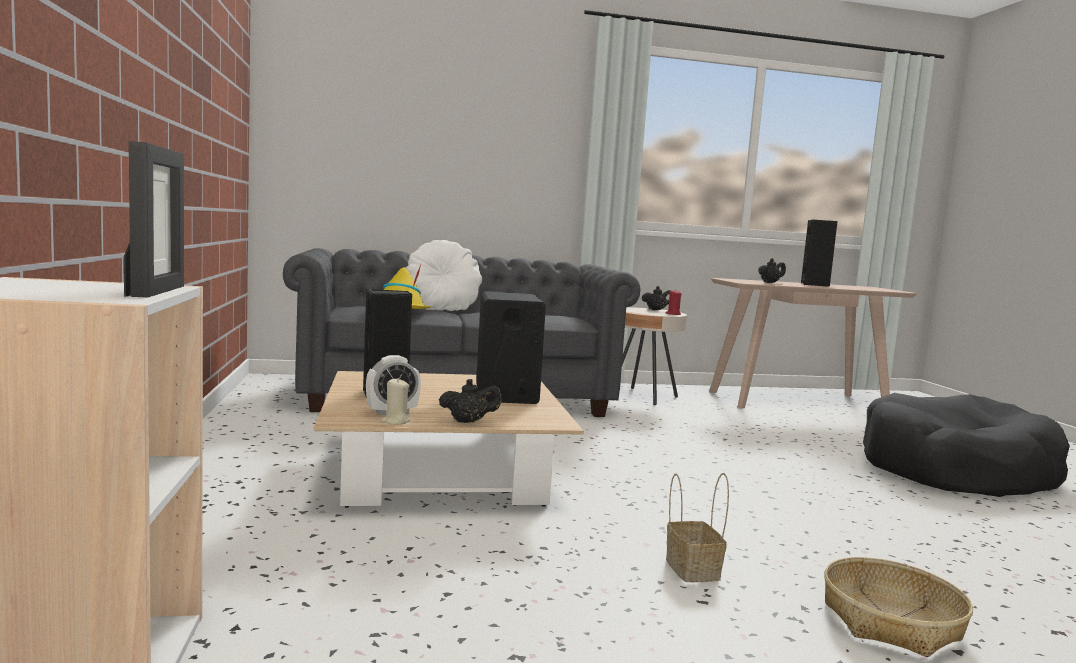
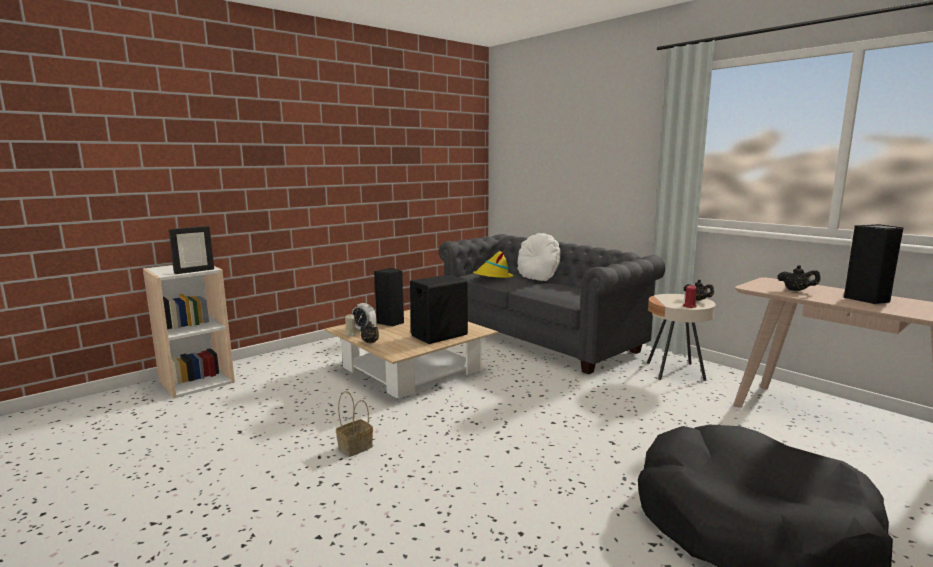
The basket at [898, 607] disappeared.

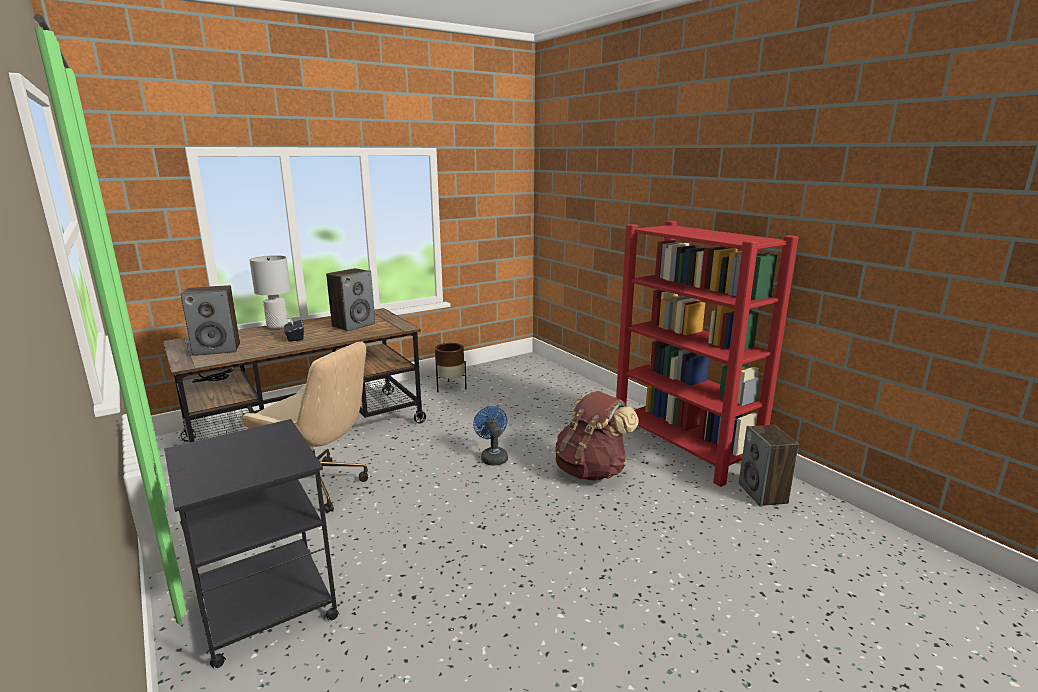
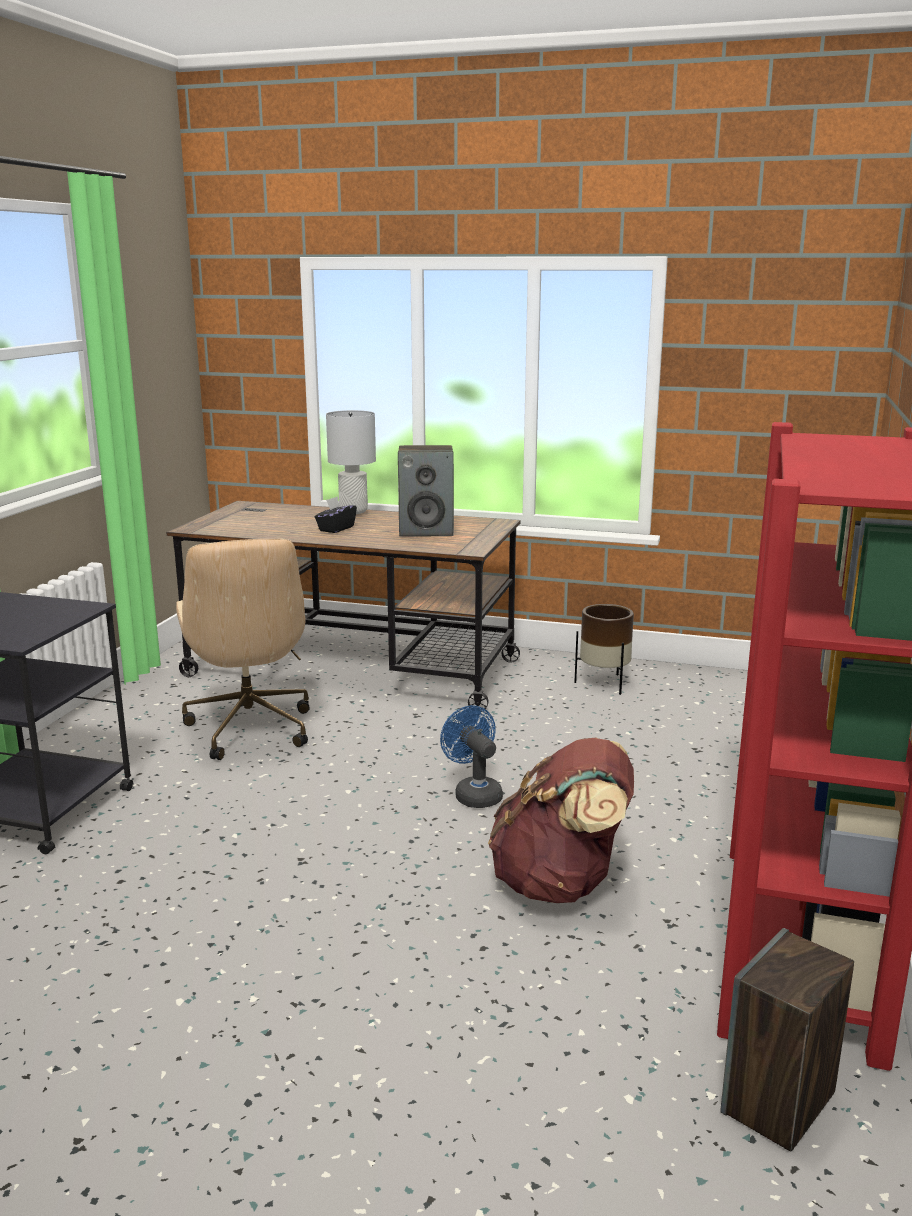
The speaker at [210, 320] disappeared. The fan in blue at [490, 436] turned 60 degrees counterclockwise.

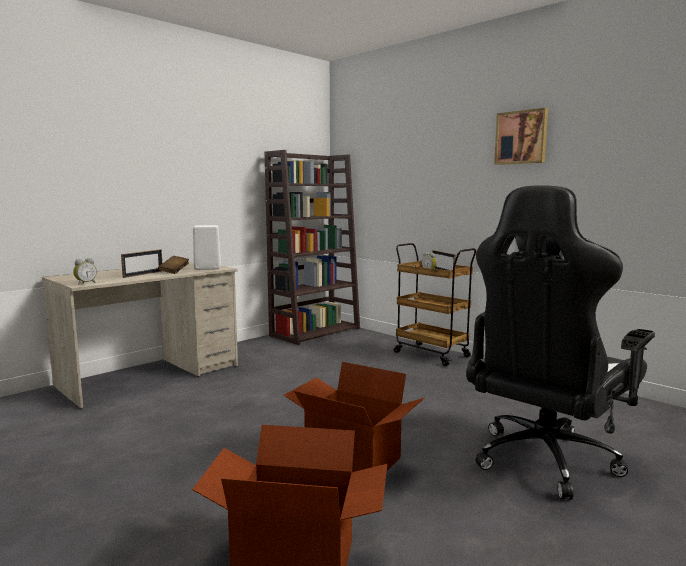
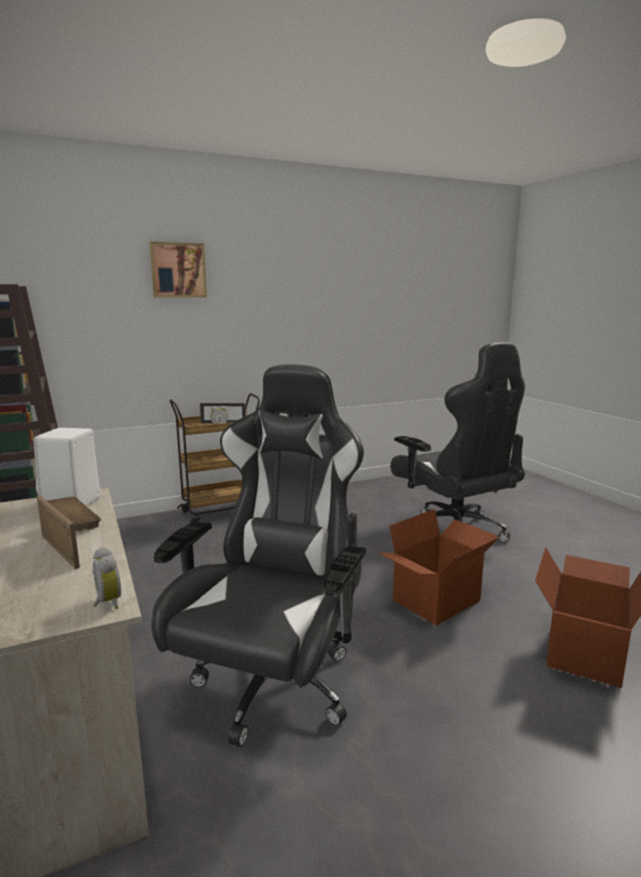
The office chair in black at [258, 555] appeared. The picture moved from [521, 136] to [178, 269].

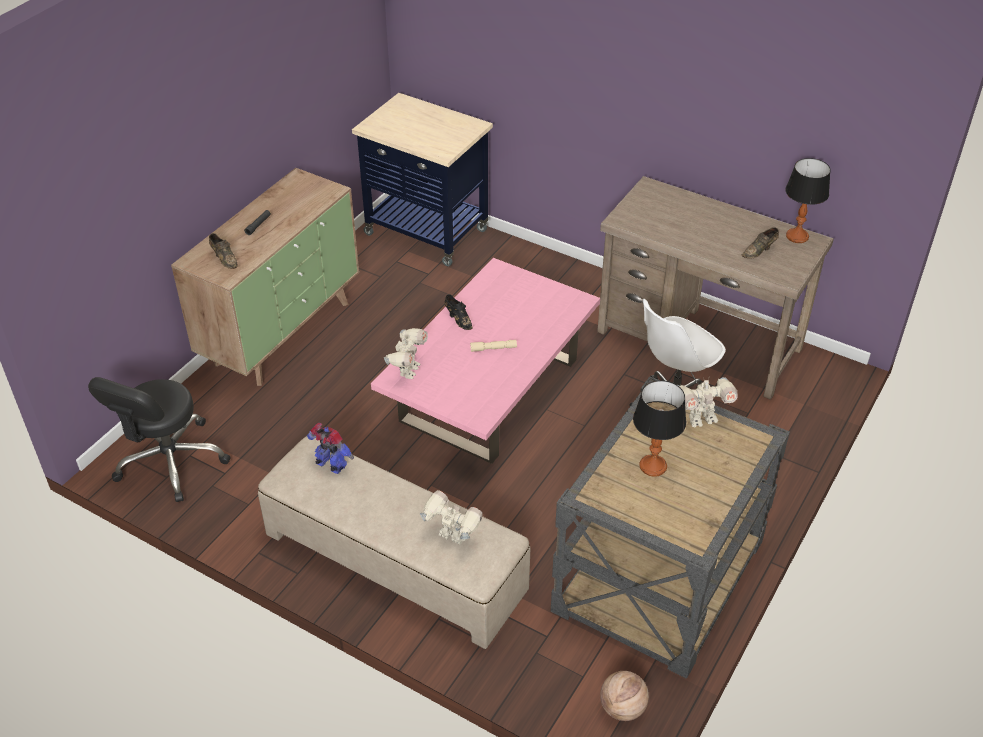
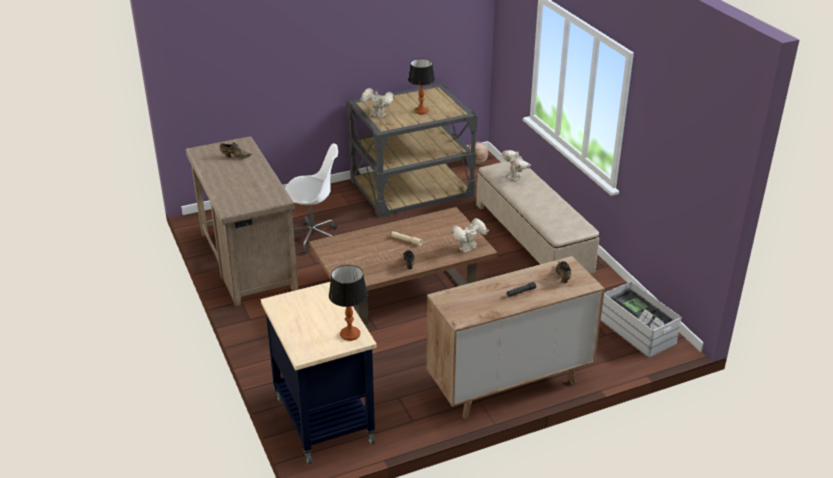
The toy robot at [330, 448] disappeared. The table lamp moved from [808, 200] to [348, 303]. The office chair in black at [159, 439] was replaced by the storage box in grey at [641, 319]. The coffee table in pink at [485, 361] became the coffee table in brown at [403, 266].

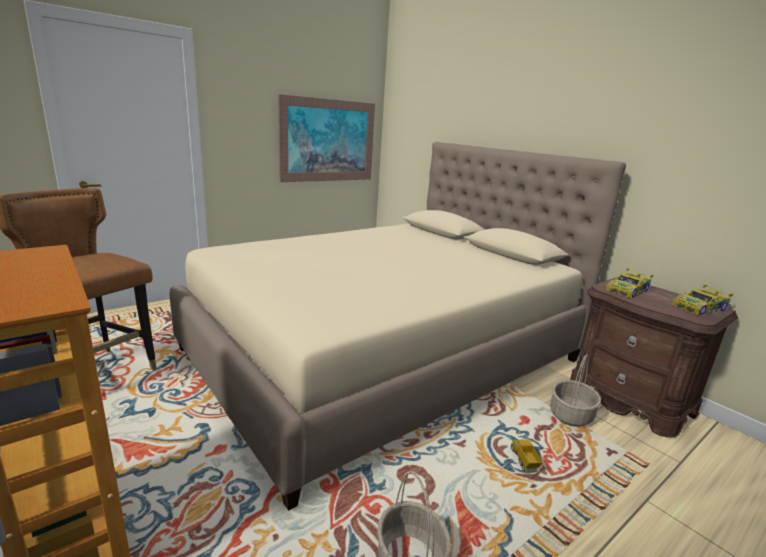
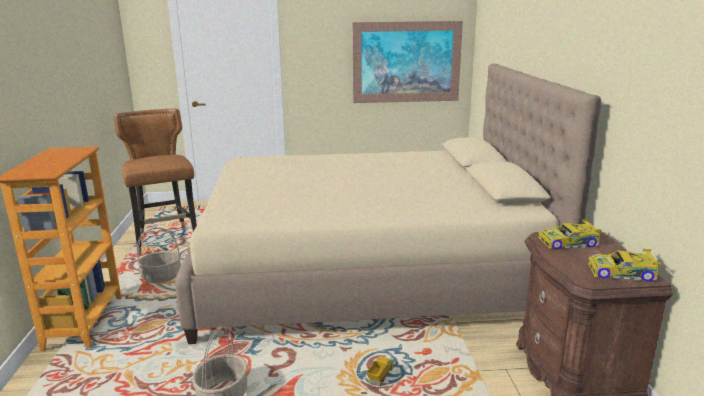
The basket moved from [575, 390] to [159, 255].

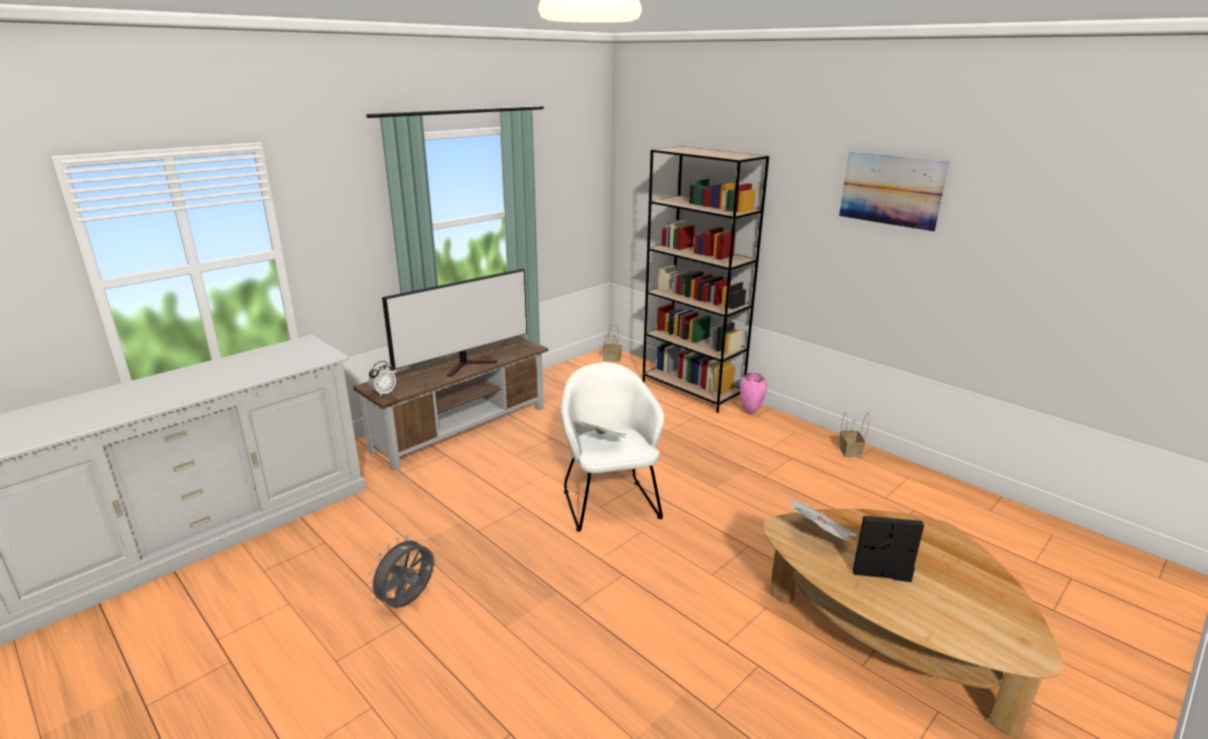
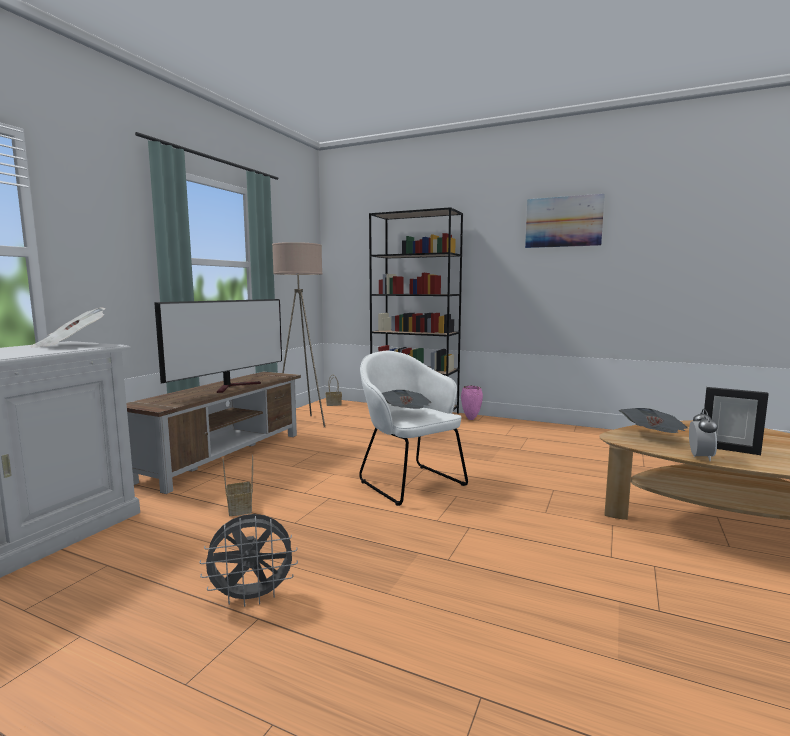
The newspaper at [68, 327] appeared. The floor lamp in beige at [298, 334] appeared. The alarm clock moved from [382, 379] to [703, 435]. The basket moved from [854, 434] to [238, 485]. The fan in grey at [400, 571] turned 120 degrees counterclockwise. The picture frame at [888, 549] turned 135 degrees counterclockwise.

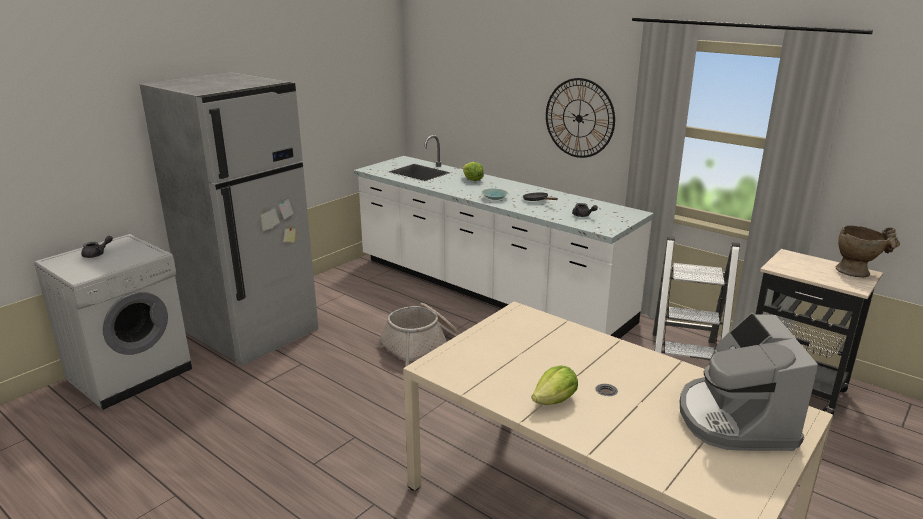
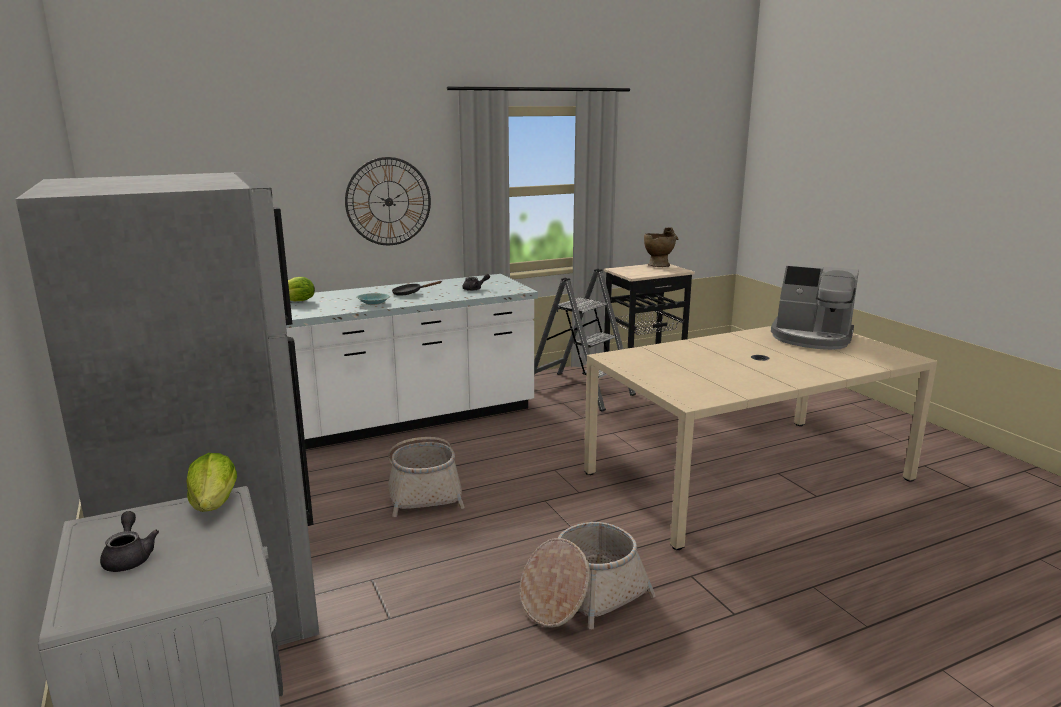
The basket at [588, 575] appeared. The lettuce moved from [555, 385] to [211, 482].

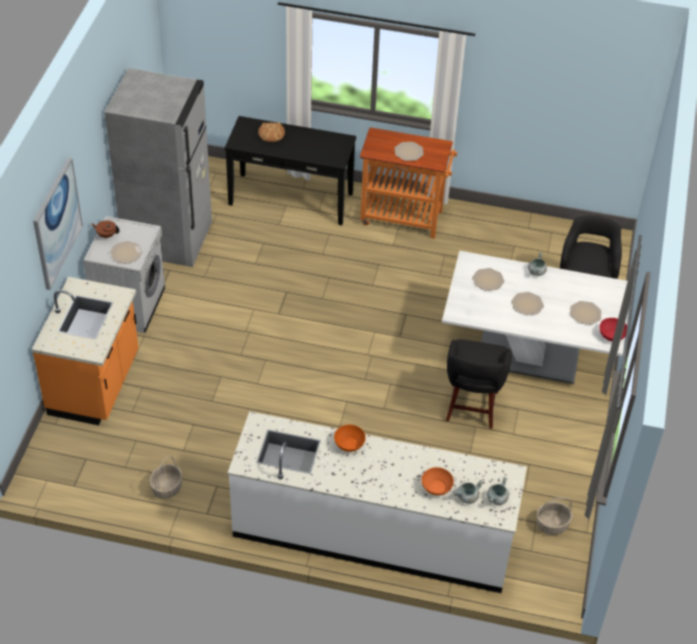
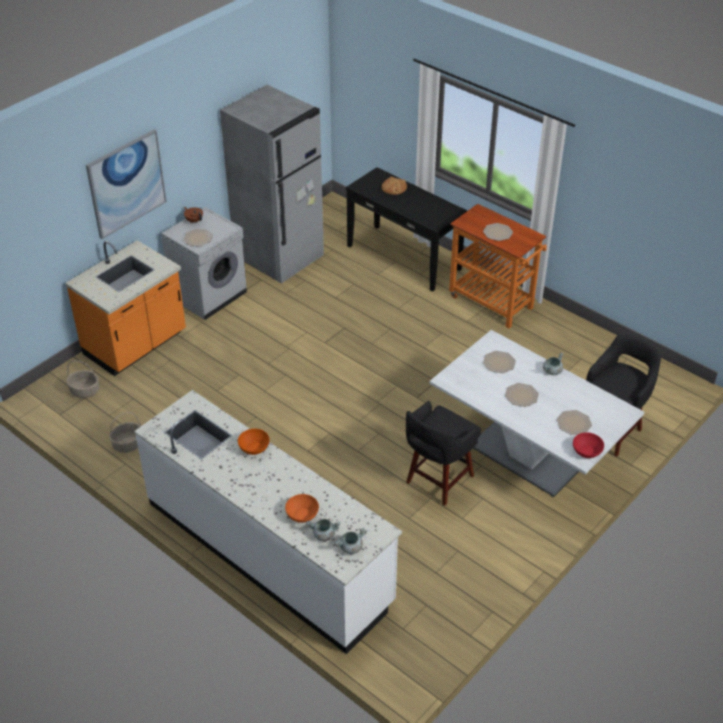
The basket moved from [554, 516] to [82, 379].

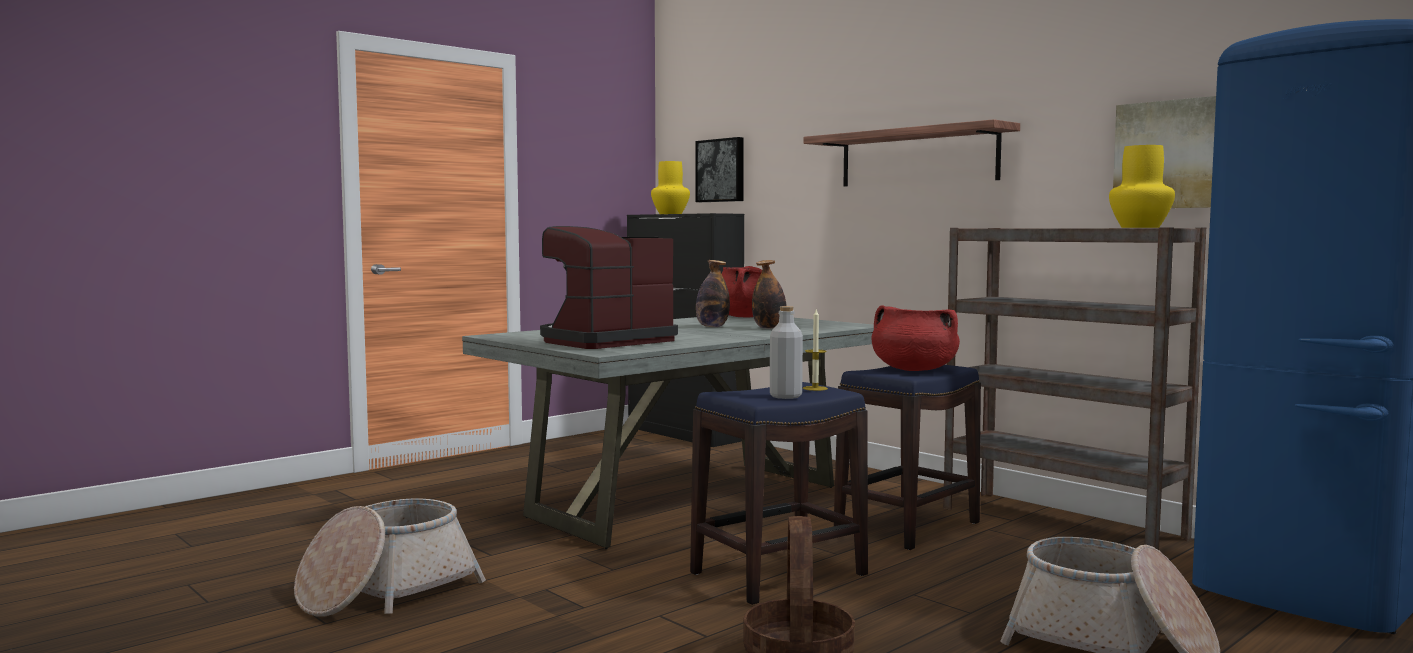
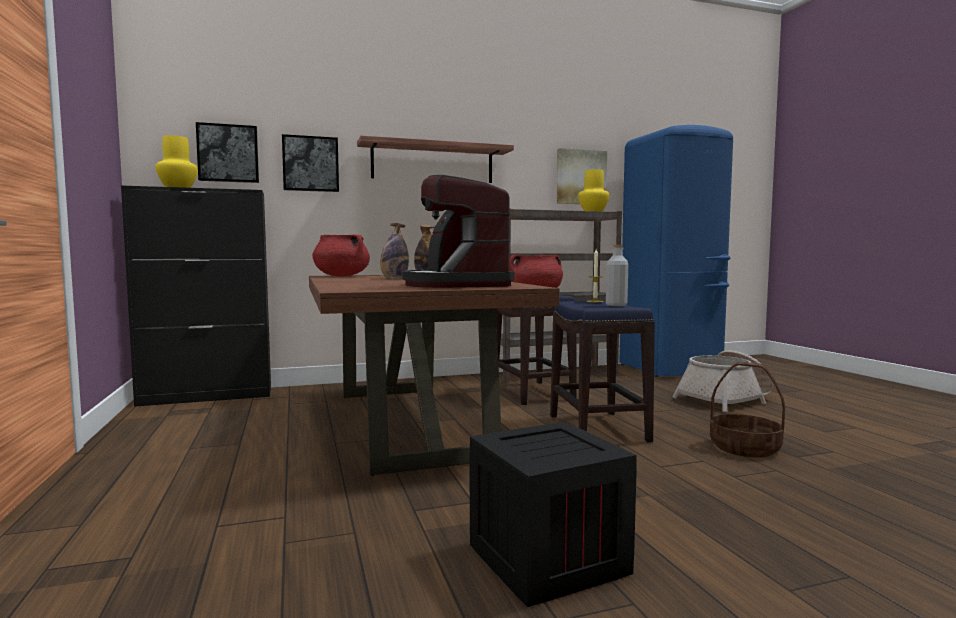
The picture at [310, 163] appeared. The basket at [390, 557] was replaced by the crate at [553, 514]. The dining table in grey at [668, 432] became the dining table in brown at [434, 376].

